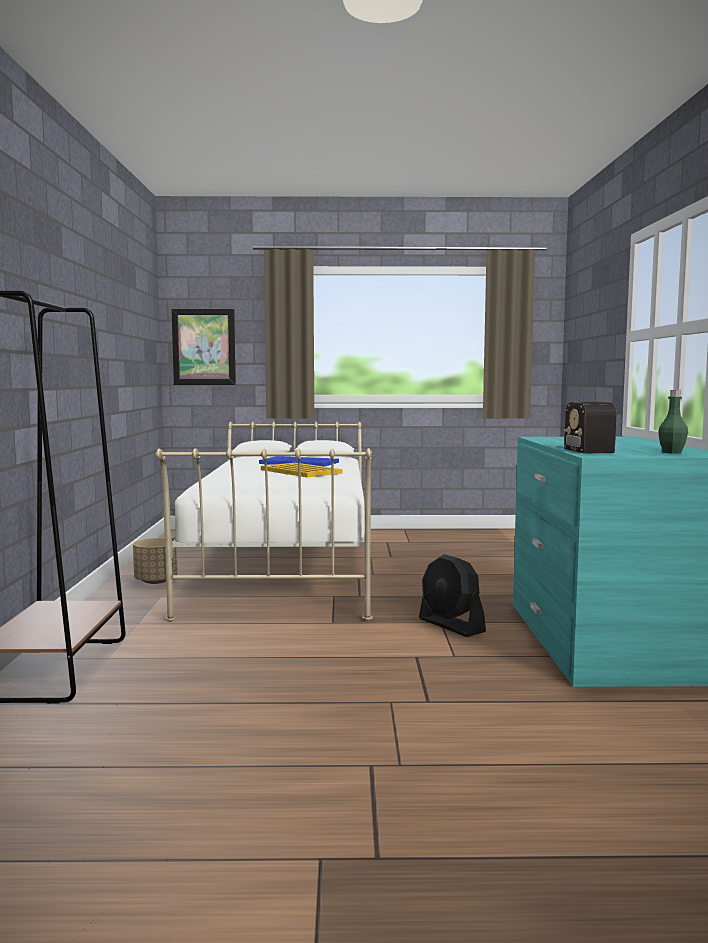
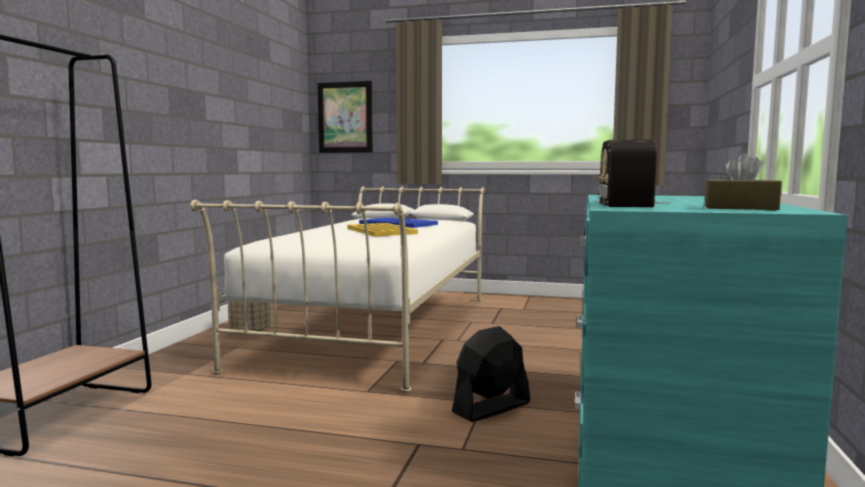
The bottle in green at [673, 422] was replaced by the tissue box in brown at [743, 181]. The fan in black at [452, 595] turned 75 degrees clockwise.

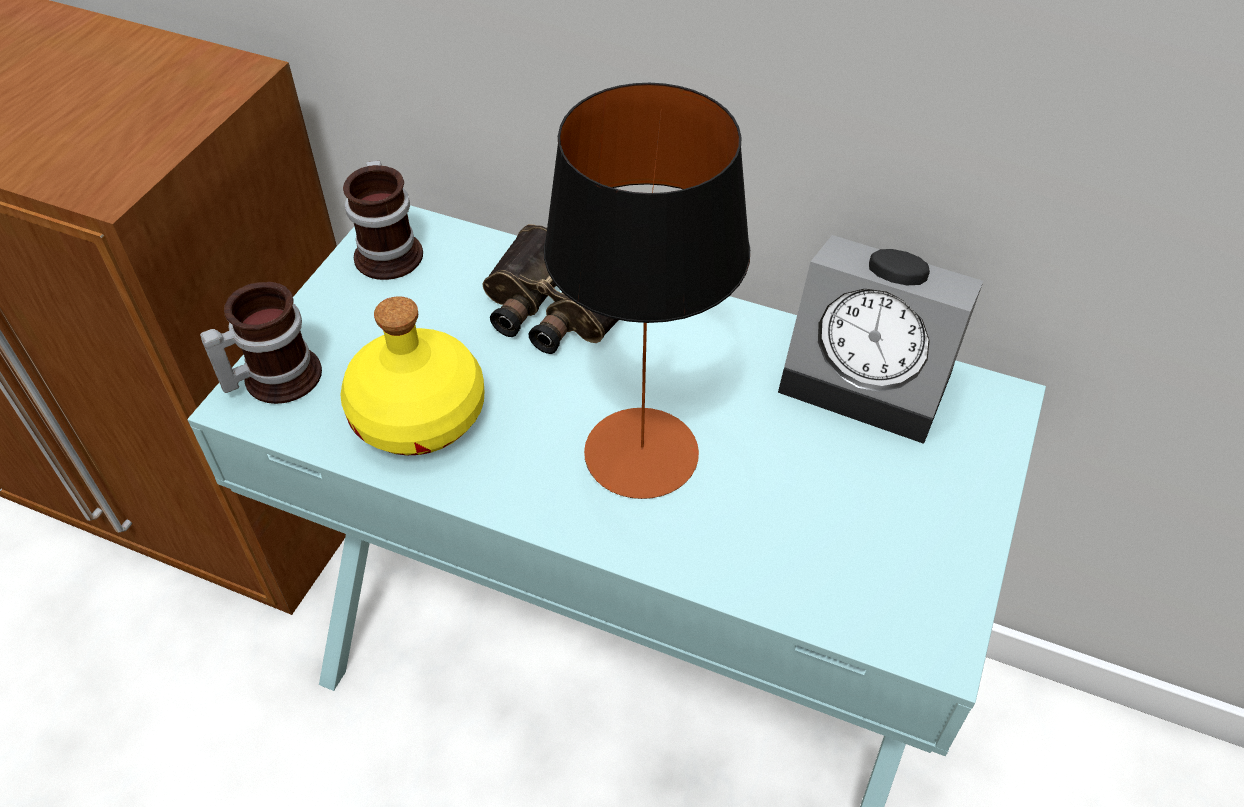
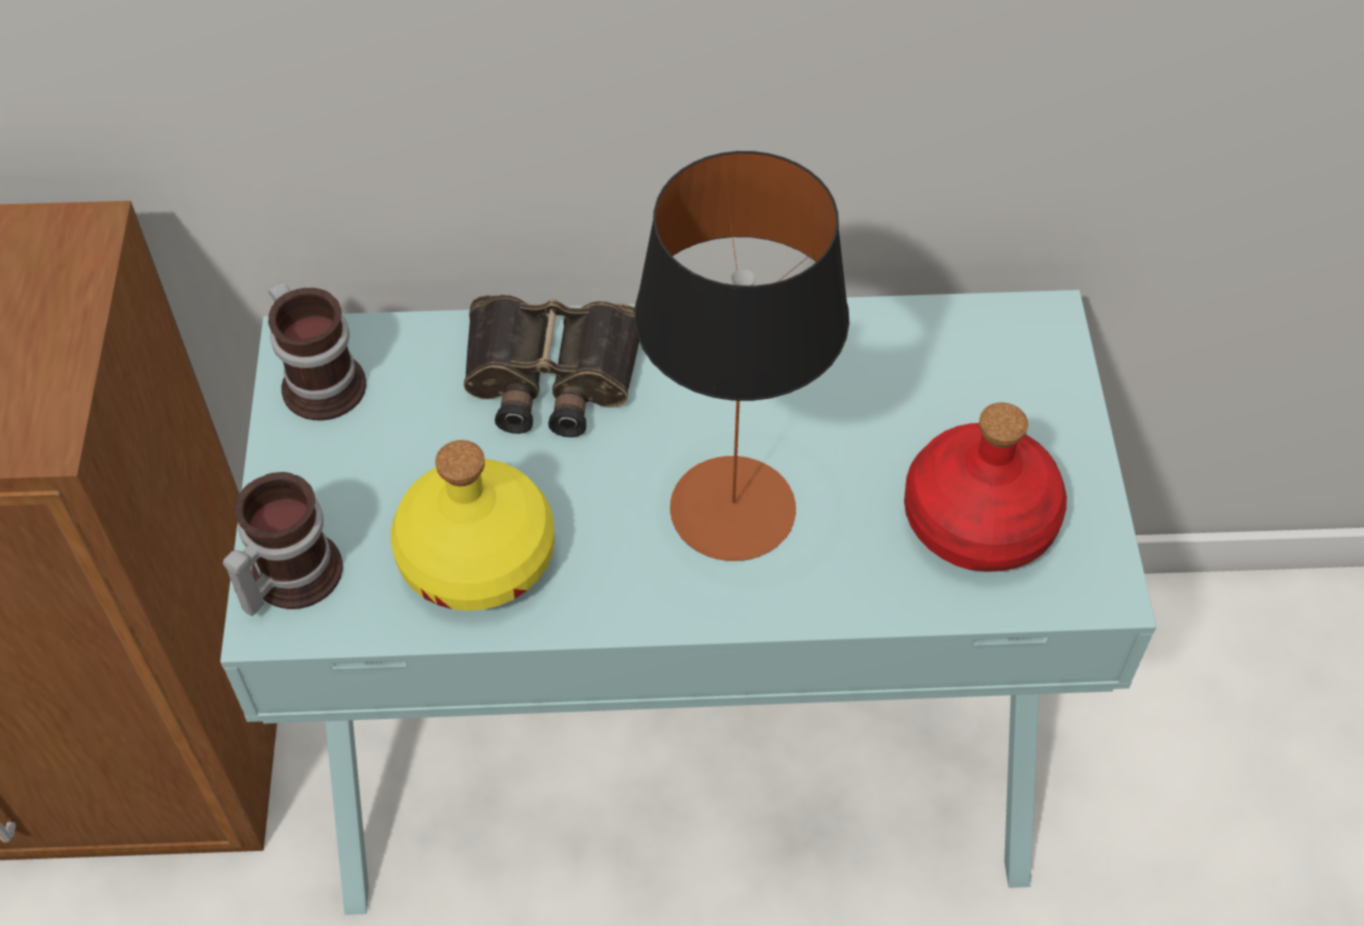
The alarm clock at [880, 339] disappeared. The bottle in red at [985, 487] appeared.

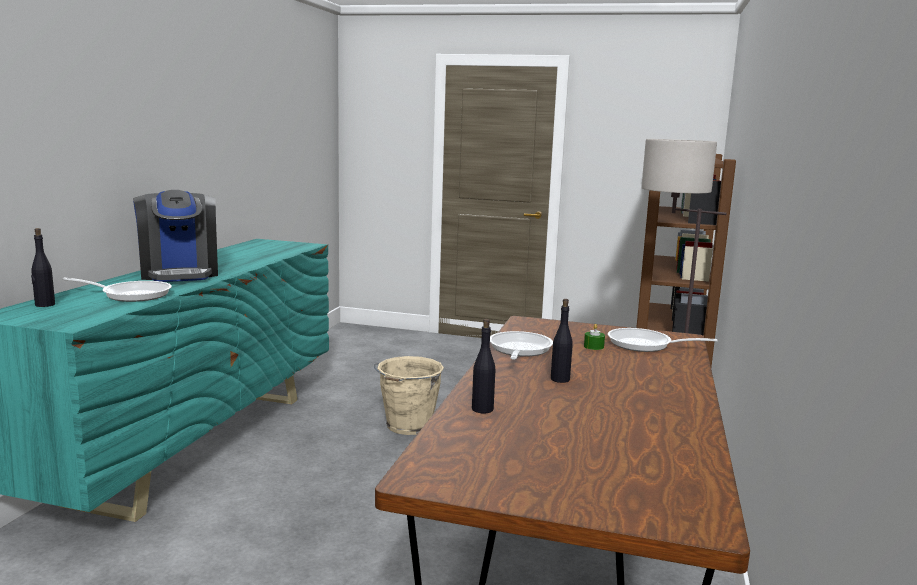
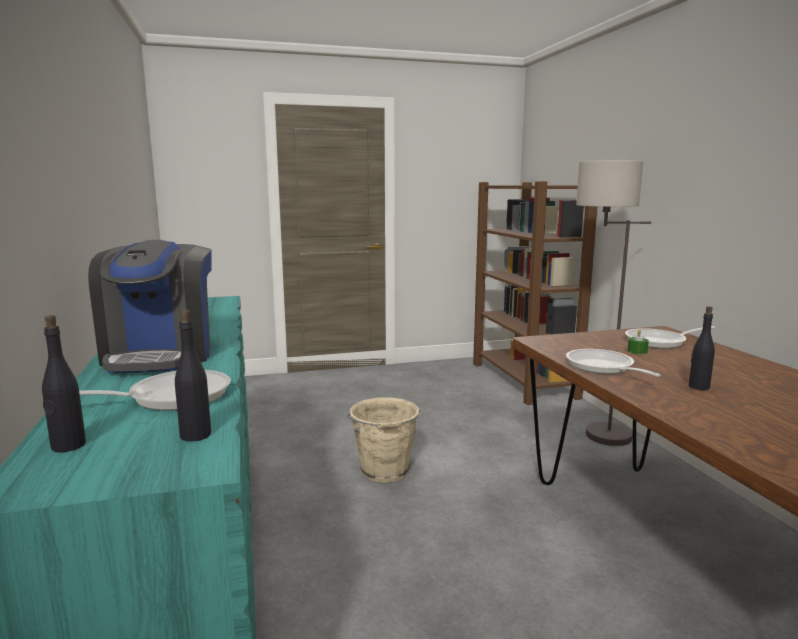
The bottle in black moved from [483, 366] to [193, 376]. The coffee machine at [175, 236] turned 45 degrees clockwise.

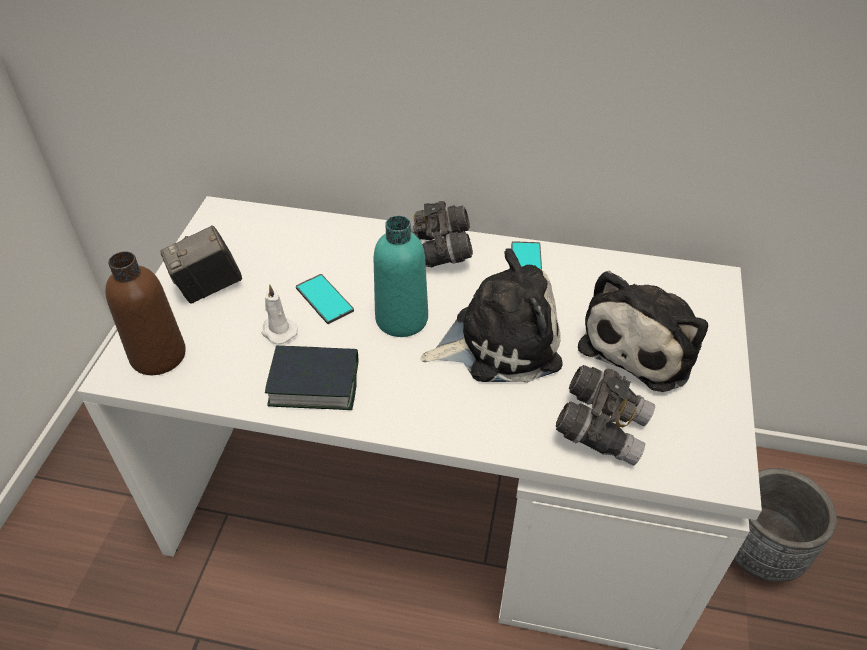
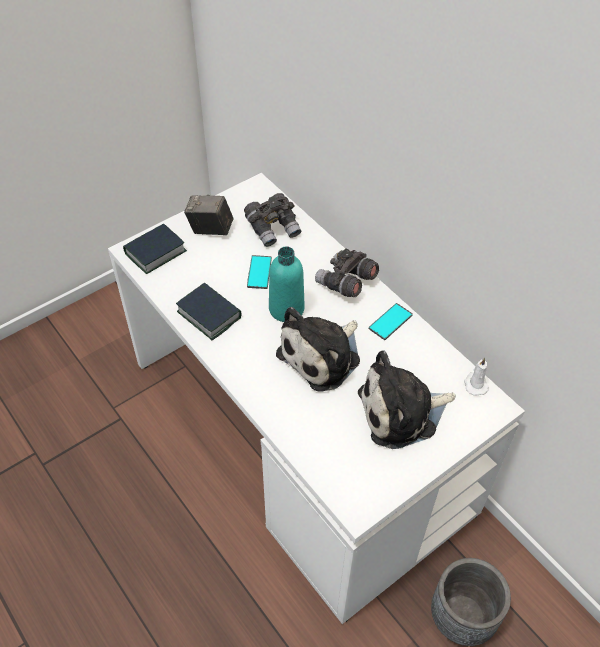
The candle in white moved from [279, 314] to [476, 377]. The binoculars in grey moved from [605, 415] to [272, 220]. The bottle in brown at [145, 313] was replaced by the book at [155, 248]. The plush toy at [492, 316] turned 105 degrees clockwise.

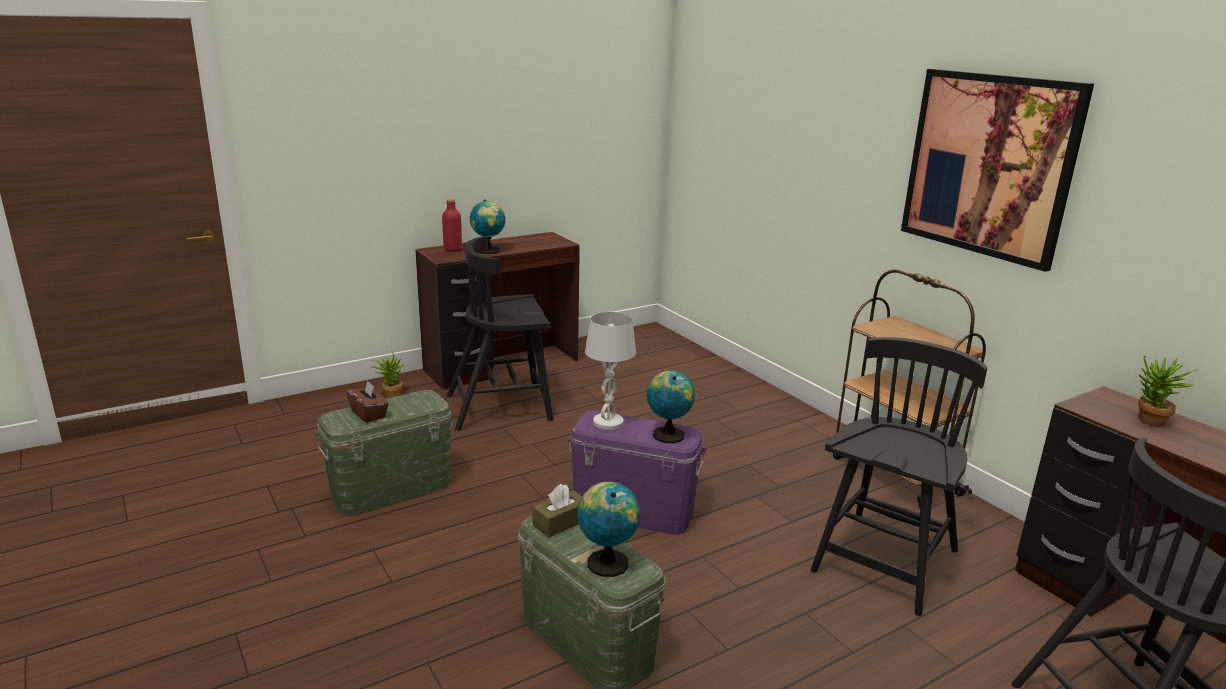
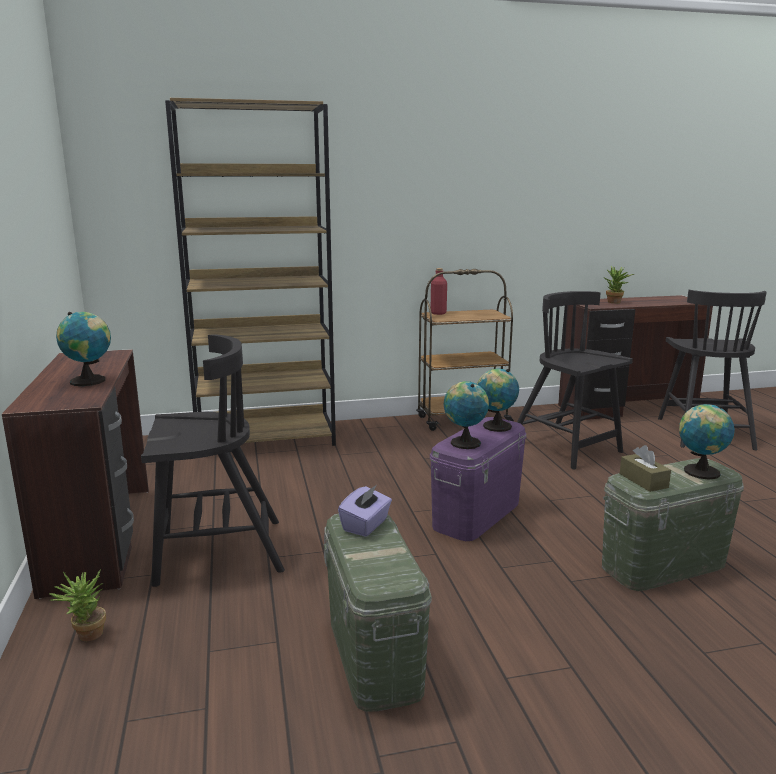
The tissue box in brown at [367, 401] disappeared. The picture at [997, 170] disappeared. The bookcase in brown at [250, 272] appeared. The tissue box in purple at [365, 511] appeared. The bottle in red moved from [452, 225] to [439, 291]. The table lamp in white at [610, 371] was replaced by the globe at [466, 415]. The chair in black at [500, 333] turned 105 degrees counterclockwise.

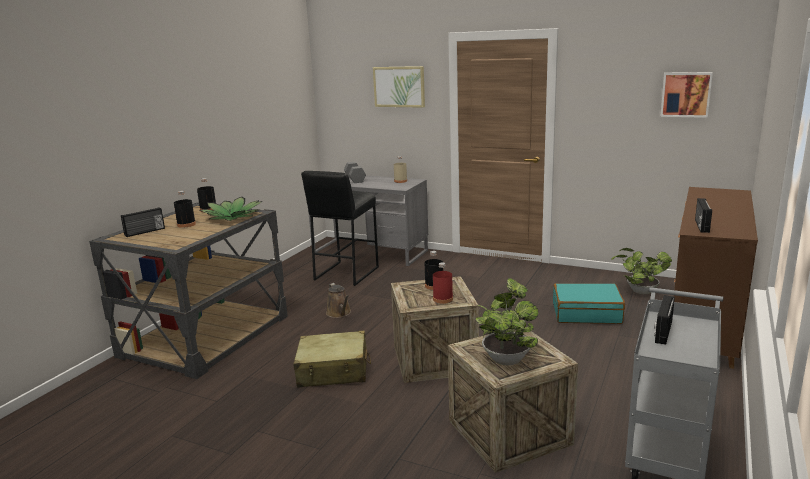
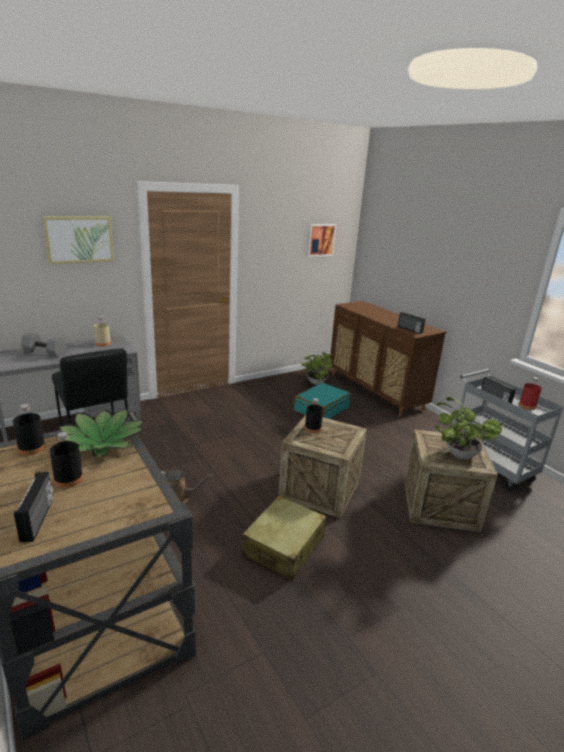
The bottle in red moved from [443, 283] to [530, 393].

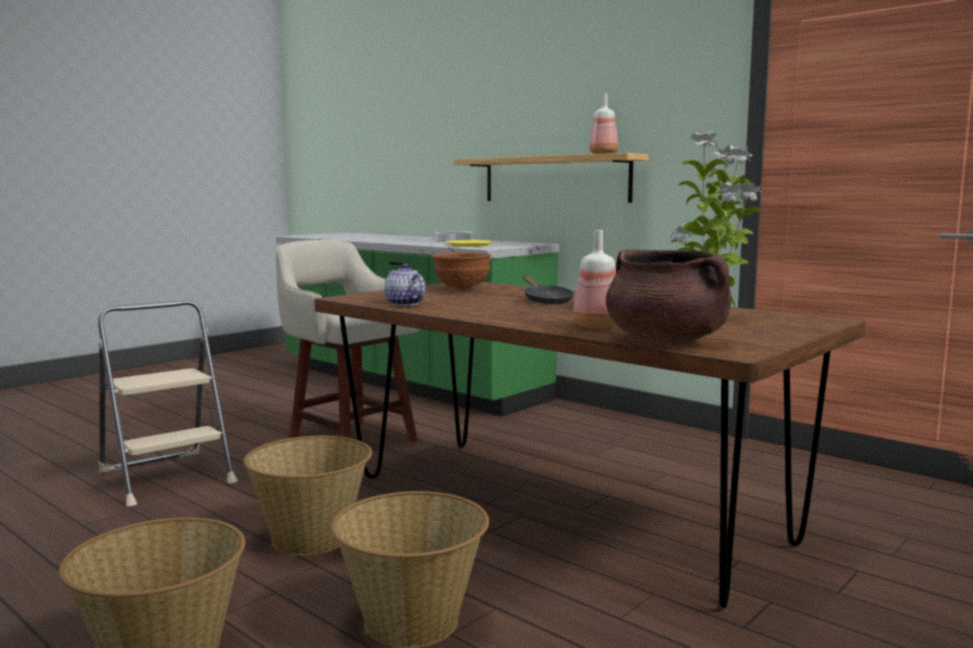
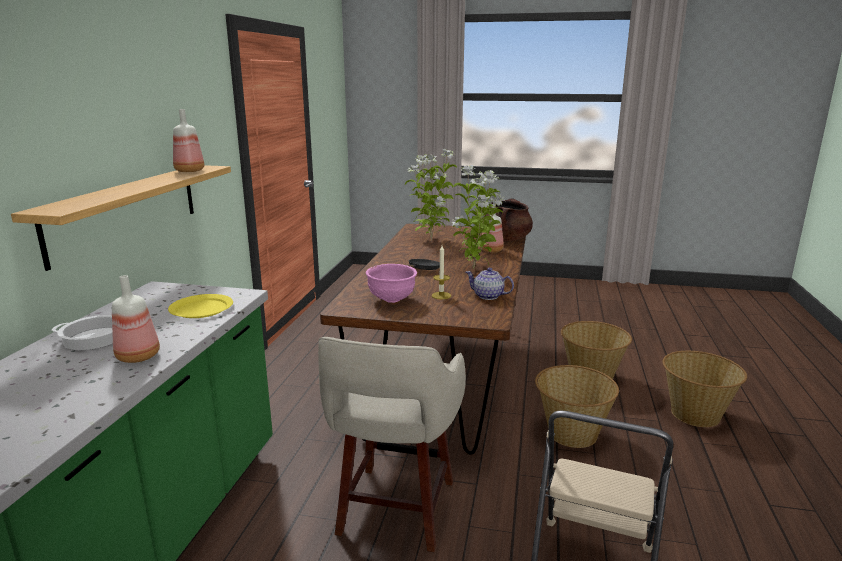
The bottle at [136, 319] appeared. The candle at [441, 272] appeared. The potted plant at [478, 217] appeared. The bowl in brown at [461, 271] became the bowl in pink at [391, 283]. The teapot at [405, 285] turned 90 degrees clockwise.

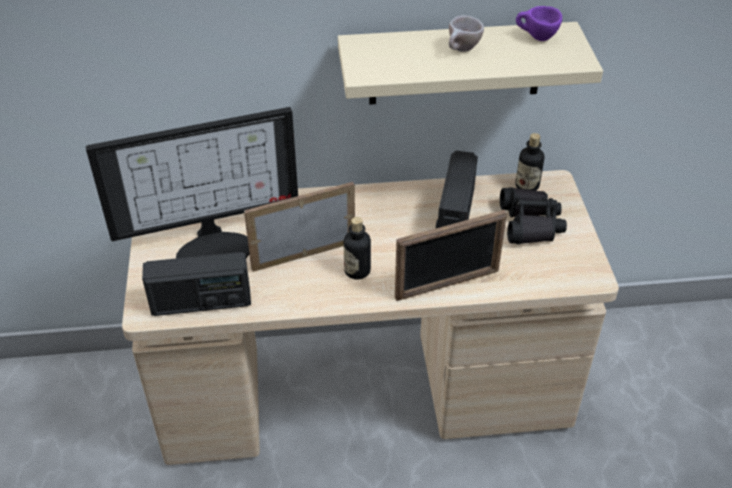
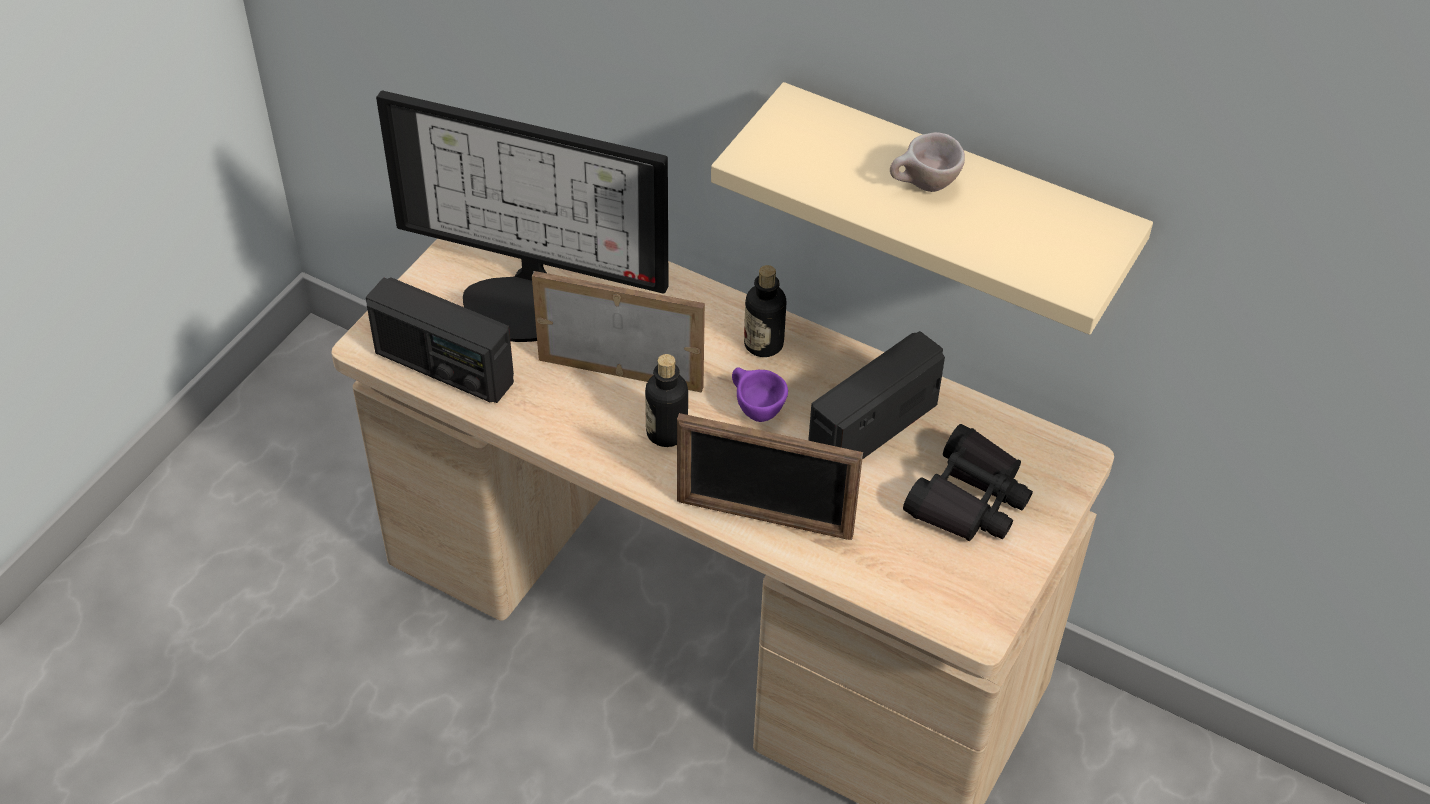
The bottle moved from [530, 162] to [765, 311]. The cup in purple moved from [539, 23] to [760, 394].

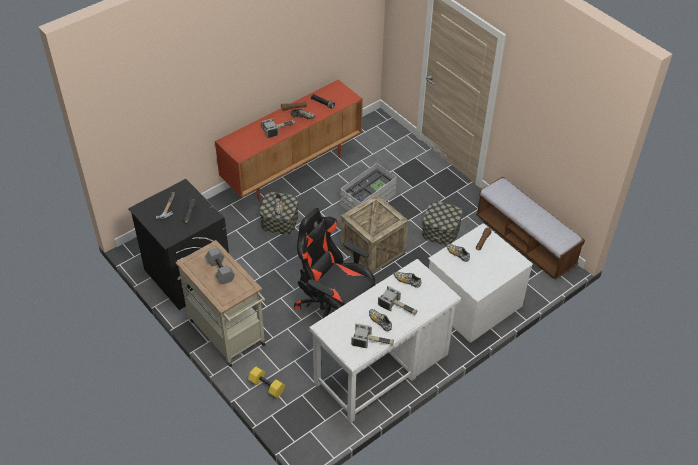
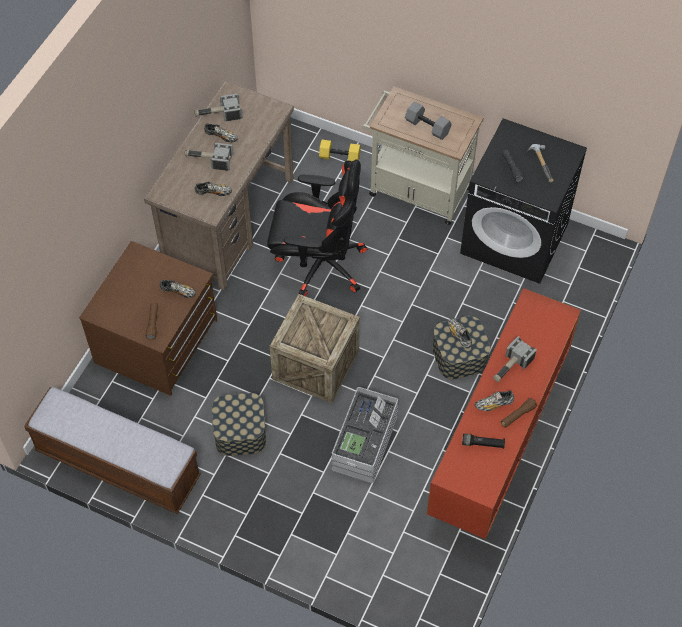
The desk in white at [385, 341] became the desk in brown at [219, 185]. The dresser in white at [480, 283] became the dresser in brown at [148, 318].

